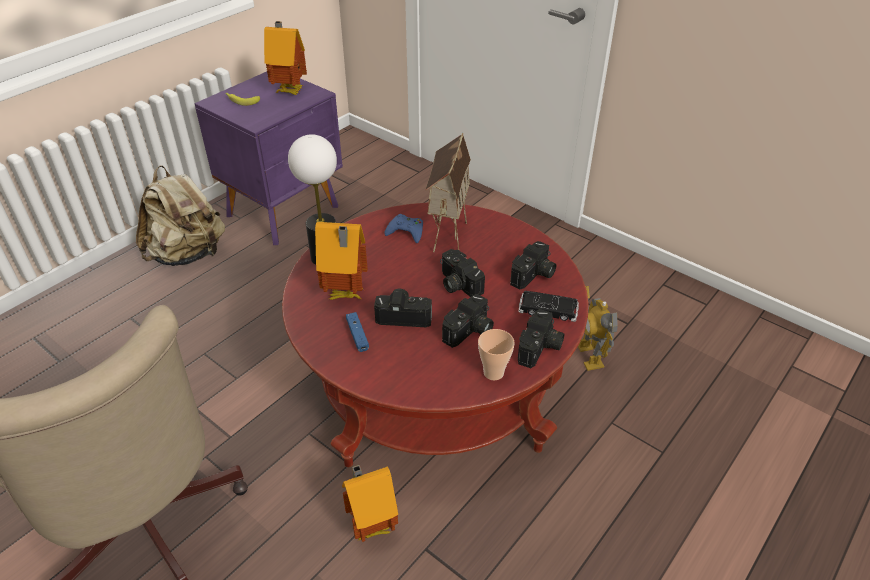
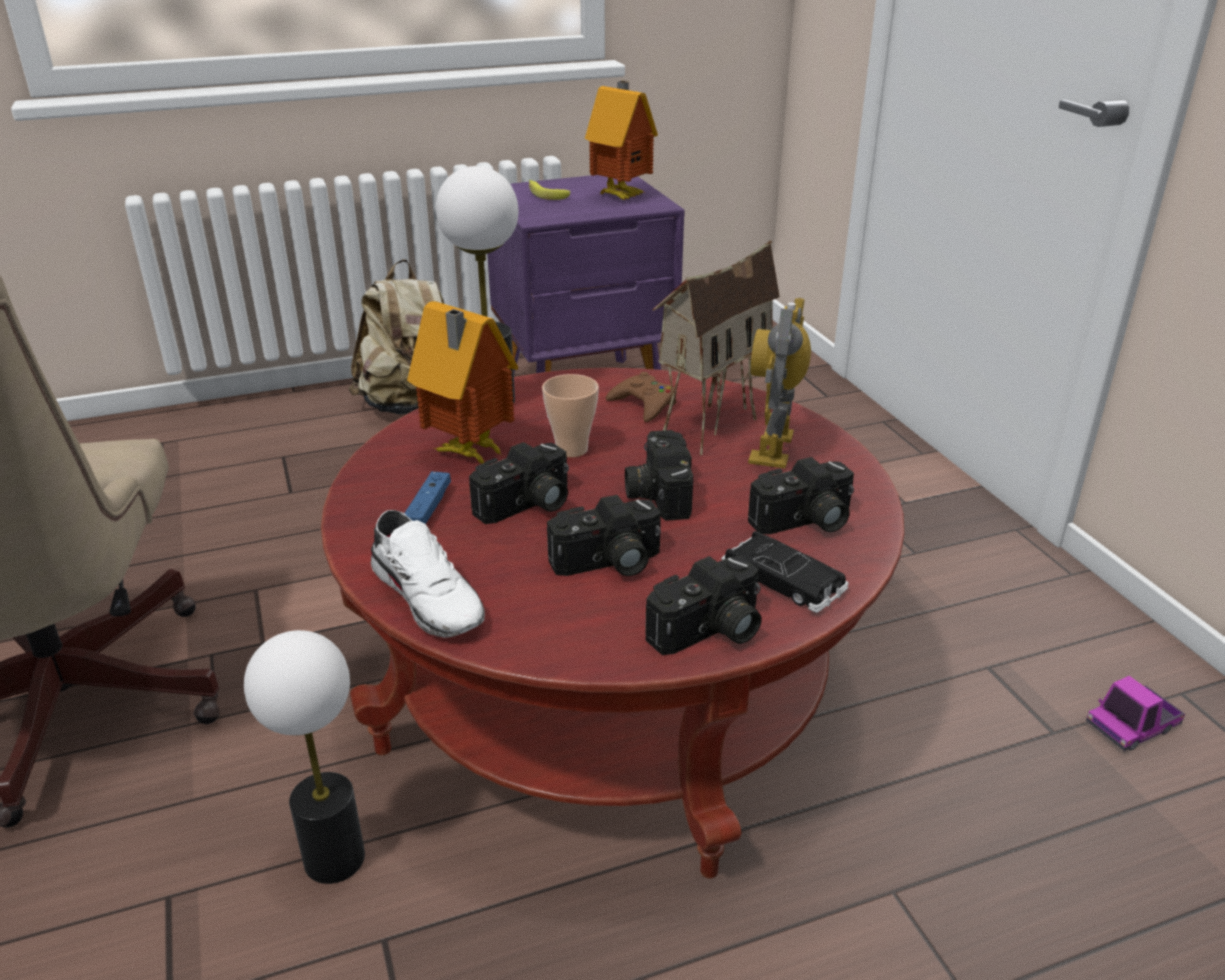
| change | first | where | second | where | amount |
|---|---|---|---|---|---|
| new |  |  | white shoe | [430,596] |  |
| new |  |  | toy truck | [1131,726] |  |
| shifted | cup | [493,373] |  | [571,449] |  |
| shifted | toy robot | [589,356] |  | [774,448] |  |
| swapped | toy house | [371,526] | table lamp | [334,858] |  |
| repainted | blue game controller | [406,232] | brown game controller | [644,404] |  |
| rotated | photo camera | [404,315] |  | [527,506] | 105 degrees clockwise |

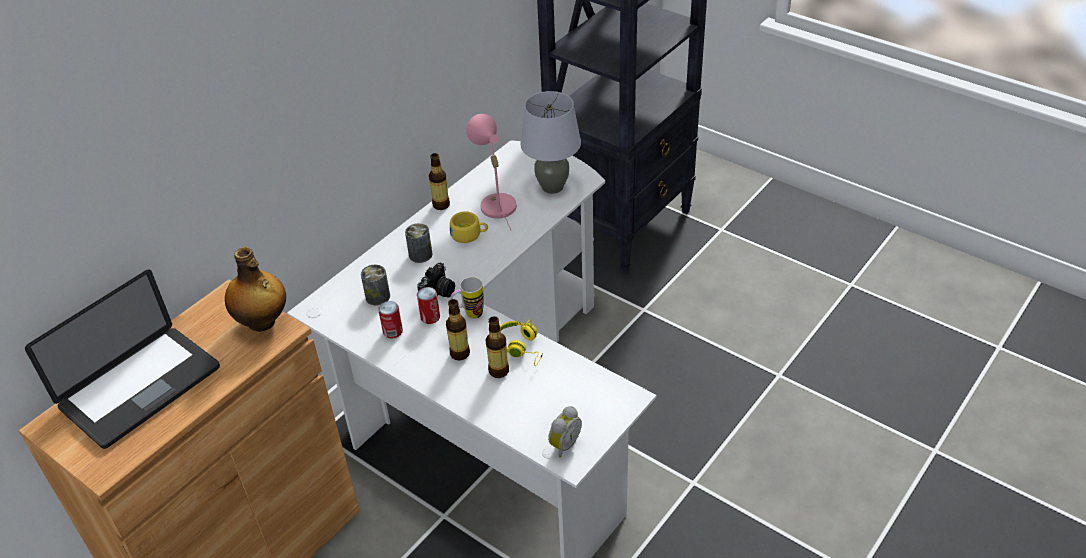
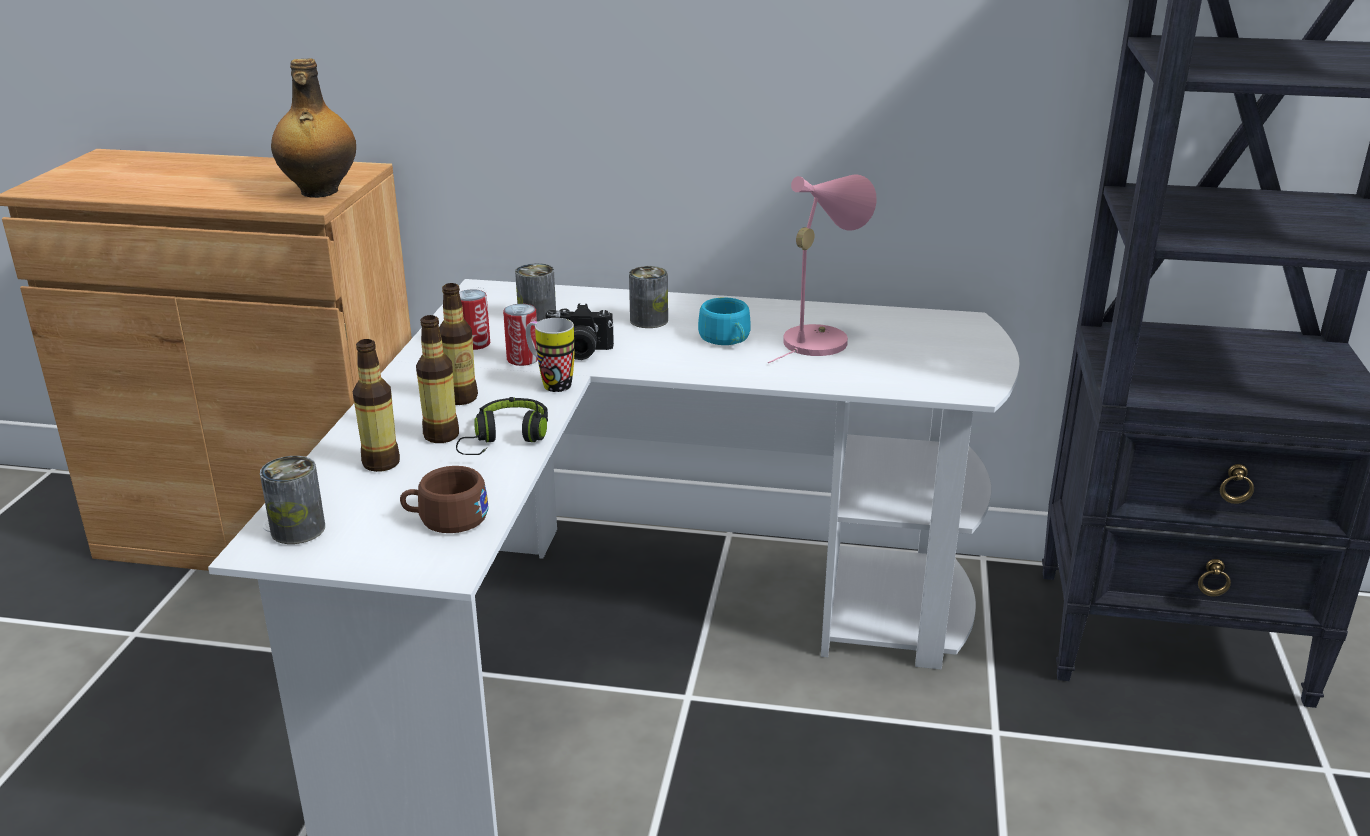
| change | first | where | second | where | amount |
|---|---|---|---|---|---|
| gone | laptop | [140,388] |  |  |  |
| gone | grey table lamp | [552,187] |  |  |  |
| new |  |  | brown cup | [446,519] |  |
| shifted | bottle | [441,205] |  | [381,463] |  |
| swapped | alarm clock | [563,444] | can | [298,529] |  |
| repainted | yellow cup | [469,235] | turquoise cup | [727,339] |  |
| repainted | yellow headphones | [520,347] | black headphones | [506,439] |  |

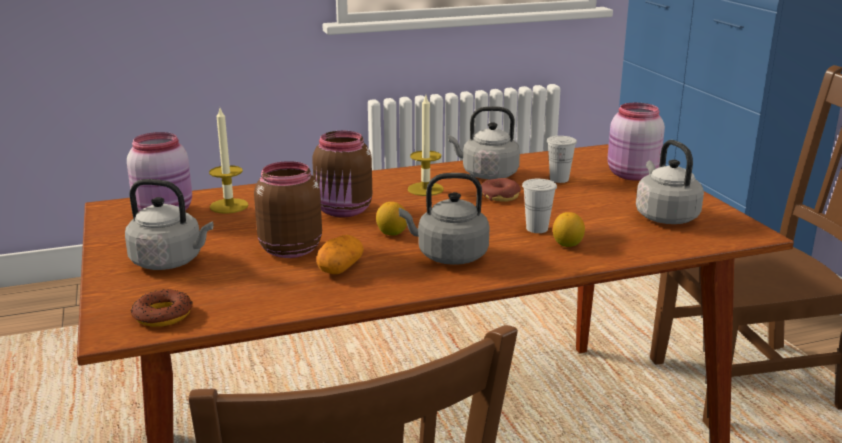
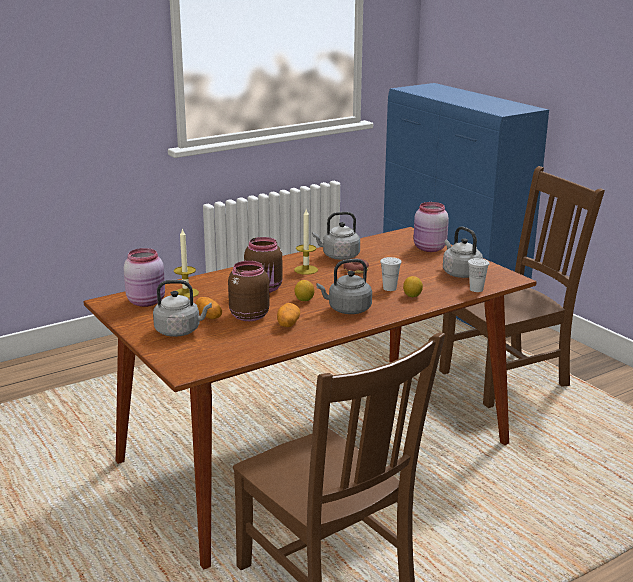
| change | first | where | second | where | amount |
|---|---|---|---|---|---|
| gone | donut | [163,315] |  |  |  |
| new |  |  | potato | [209,316] |  |
| shifted | white cup | [559,179] |  | [476,289] |  |

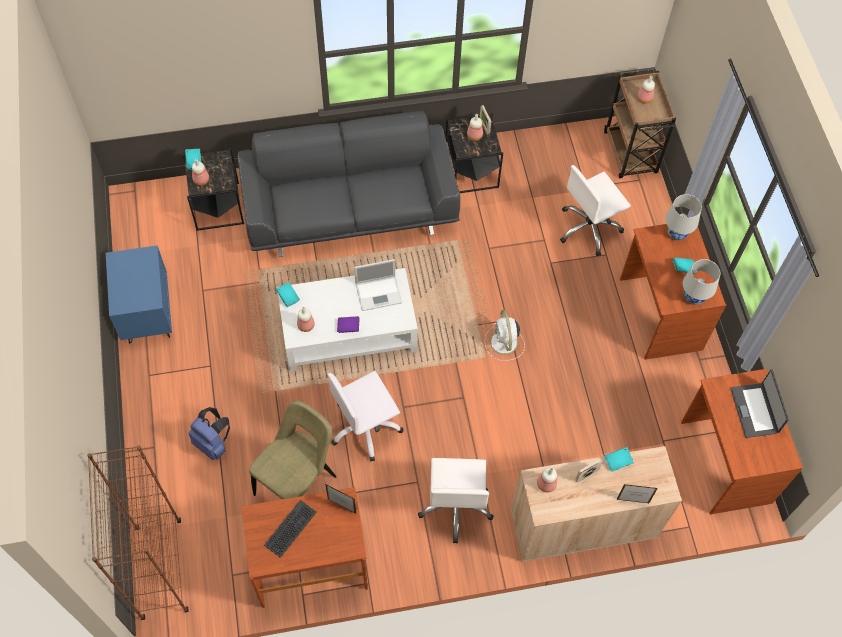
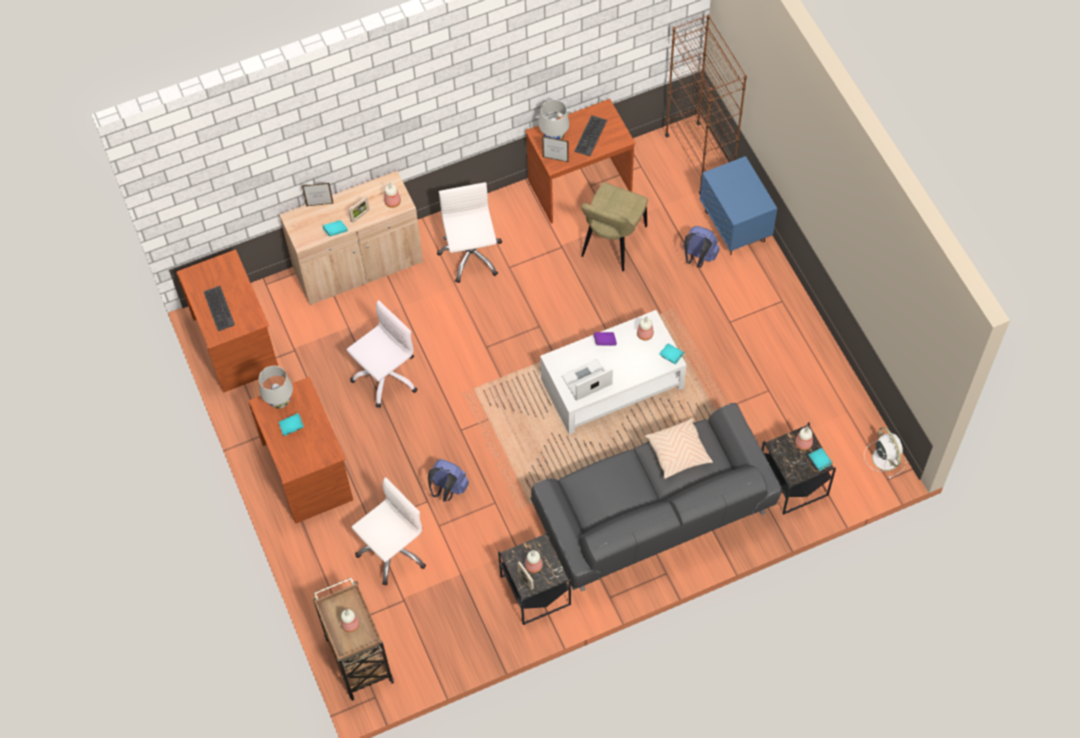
| change | first | where | second | where | amount |
|---|---|---|---|---|---|
| new |  |  | blue backpack | [448,489] |  |
| new |  |  | beige pillow | [678,453] |  |
| shifted | blue nightstand | [147,314] |  | [735,227] |  |
| shifted | white office chair | [365,427] |  | [386,376] |  |
| shifted | white fan | [504,343] |  | [885,457] |  |
| shifted | white table lamp | [676,233] |  | [554,137] |  |
| swapped | laptop | [755,410] | keyboard | [218,308] |  |

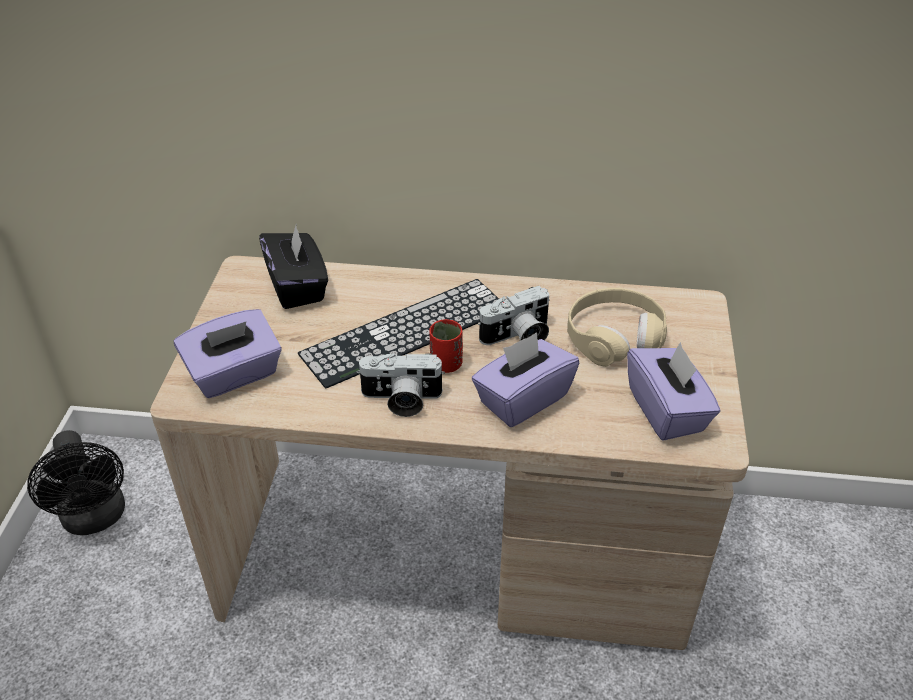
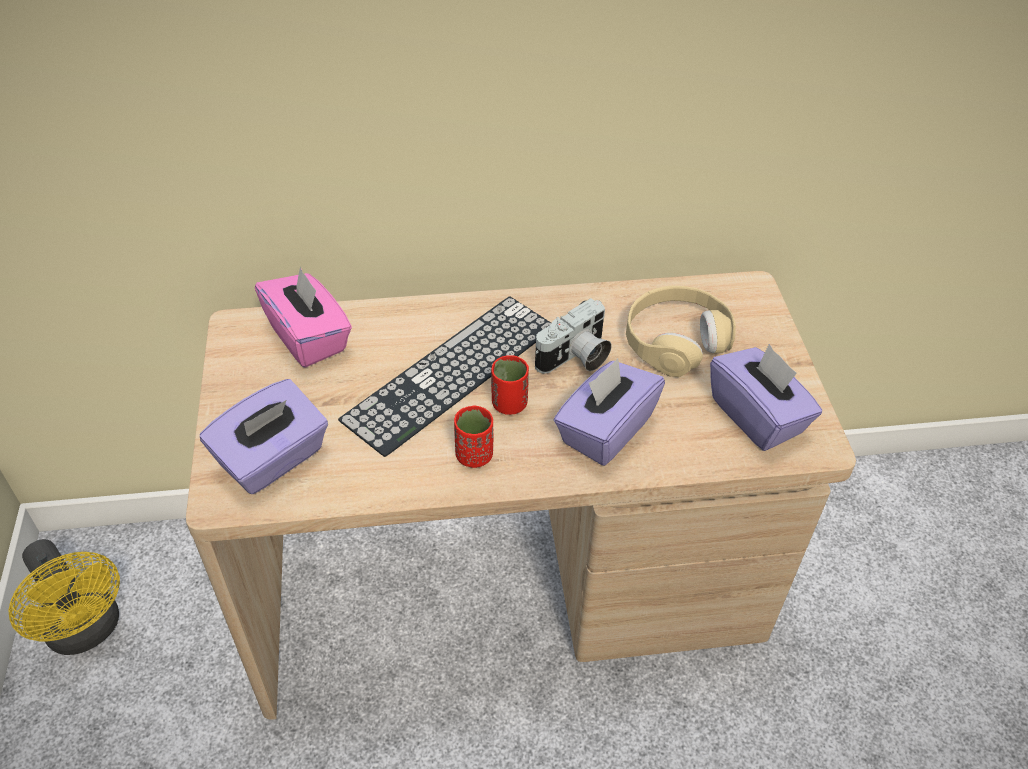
| change | first | where | second | where | amount |
|---|---|---|---|---|---|
| swapped | photo camera | [401,400] | red cup | [474,455] |  |
| repainted | black fan | [95,519] | yellow fan | [87,631] |  |
| repainted | black tissue box | [297,286] | pink tissue box | [309,337] |  |

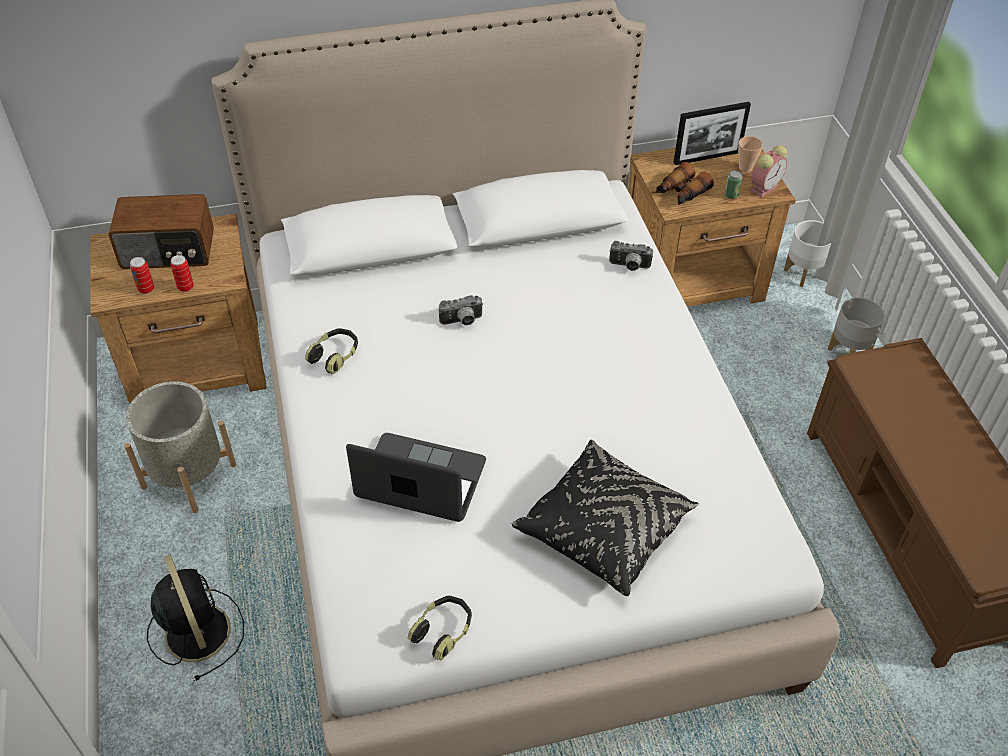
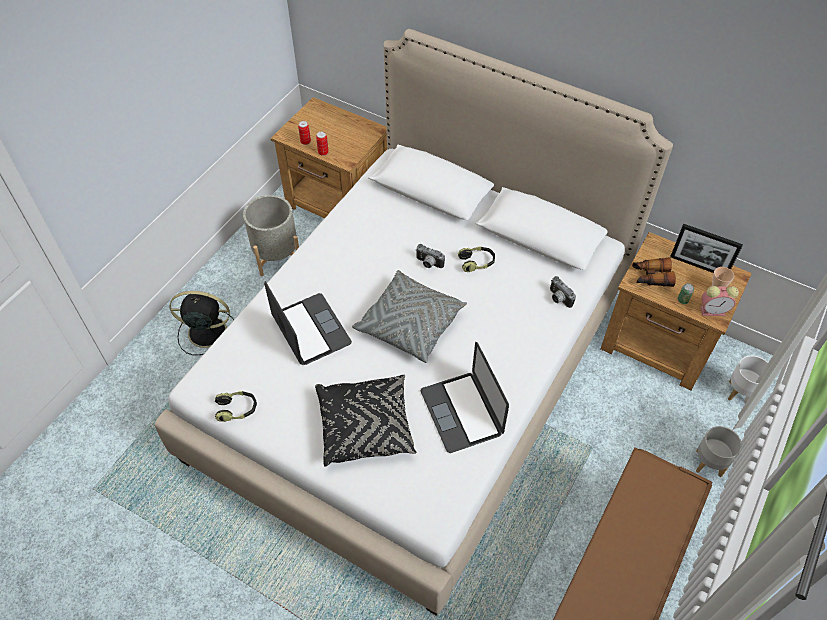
| change | first | where | second | where | amount |
|---|---|---|---|---|---|
| gone | radio | [168,251] |  |  |  |
| new |  |  | grey pillow | [410,324] |  |
| new |  |  | laptop | [461,412] |  |
| shifted | headphones | [335,356] |  | [476,262] |  |
| rotated | black fan | [196,630] |  | [205,331] | 105 degrees counterclockwise |

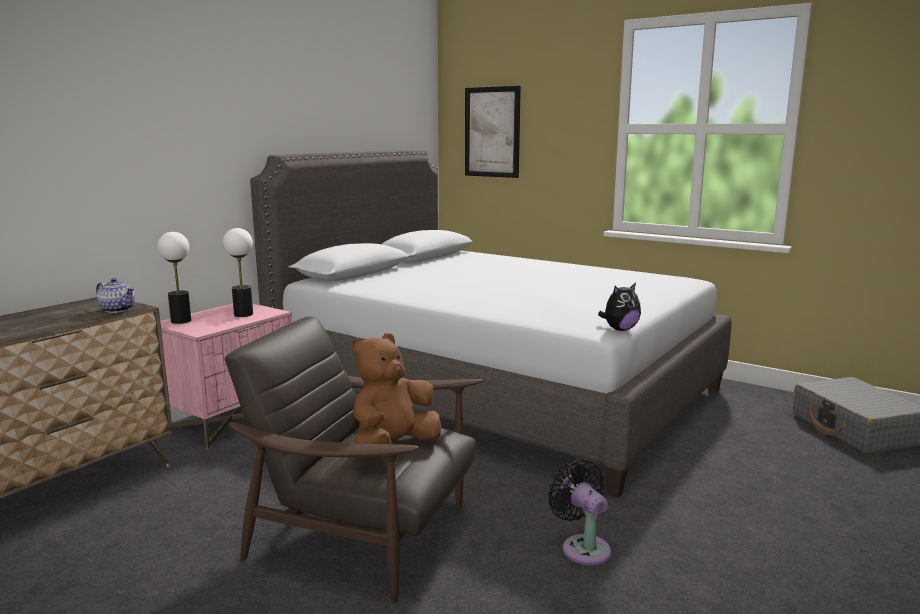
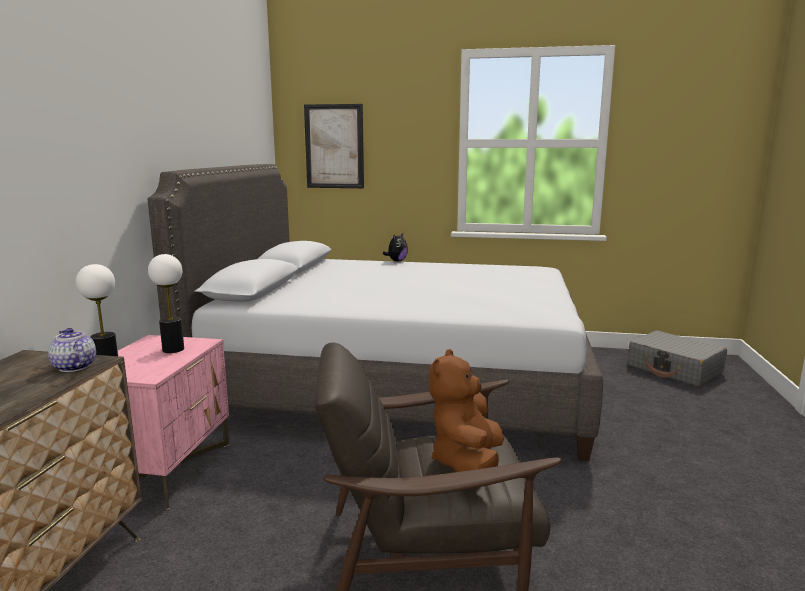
| change | first | where | second | where | amount |
|---|---|---|---|---|---|
| gone | black fan | [583,547] |  |  |  |
| shifted | plush toy | [620,329] |  | [396,261] |  |
| rotated | teapot | [117,309] |  | [74,367] | 135 degrees counterclockwise |

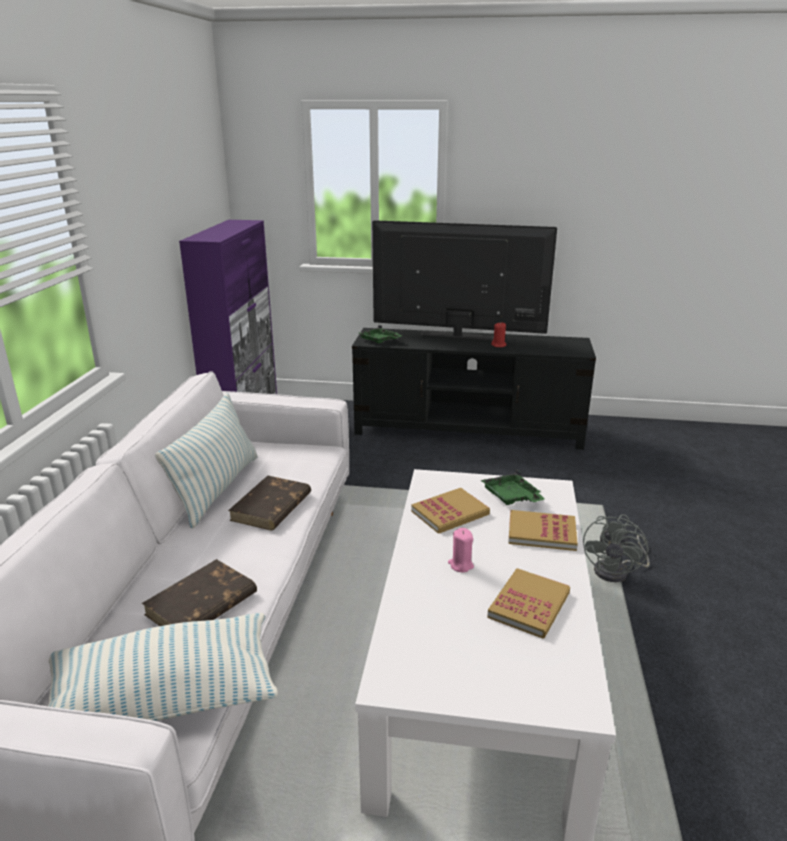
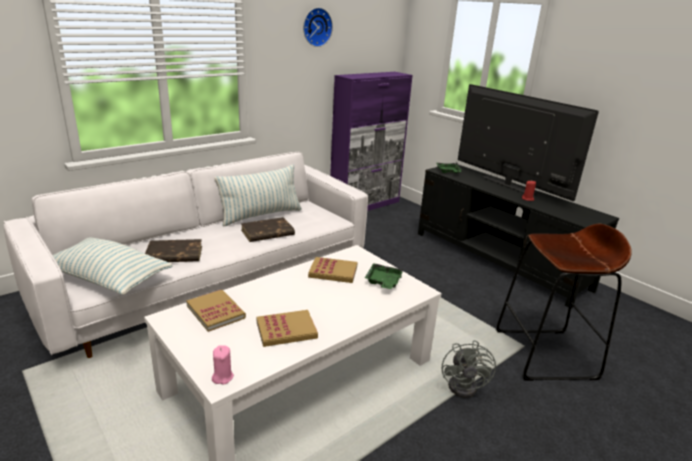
| change | first | where | second | where | amount |
|---|---|---|---|---|---|
| new |  |  | wall clock | [316,27] |  |
| new |  |  | brown stool | [545,354] |  |
| shifted | pink candle | [461,565] |  | [222,377] |  |
| shifted | book | [541,532] |  | [215,312] |  |
| rotated | grey fan | [617,572] |  | [466,385] | 60 degrees counterclockwise |

